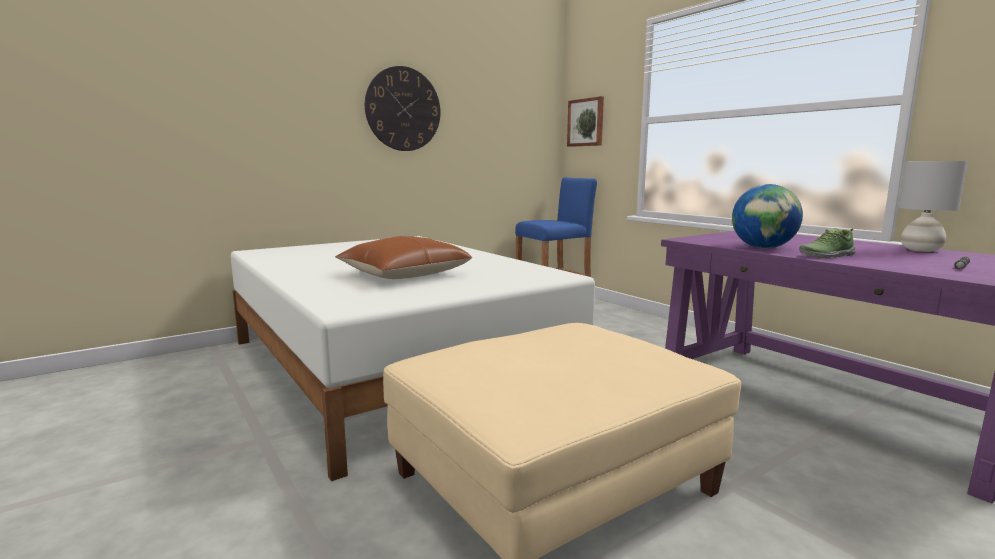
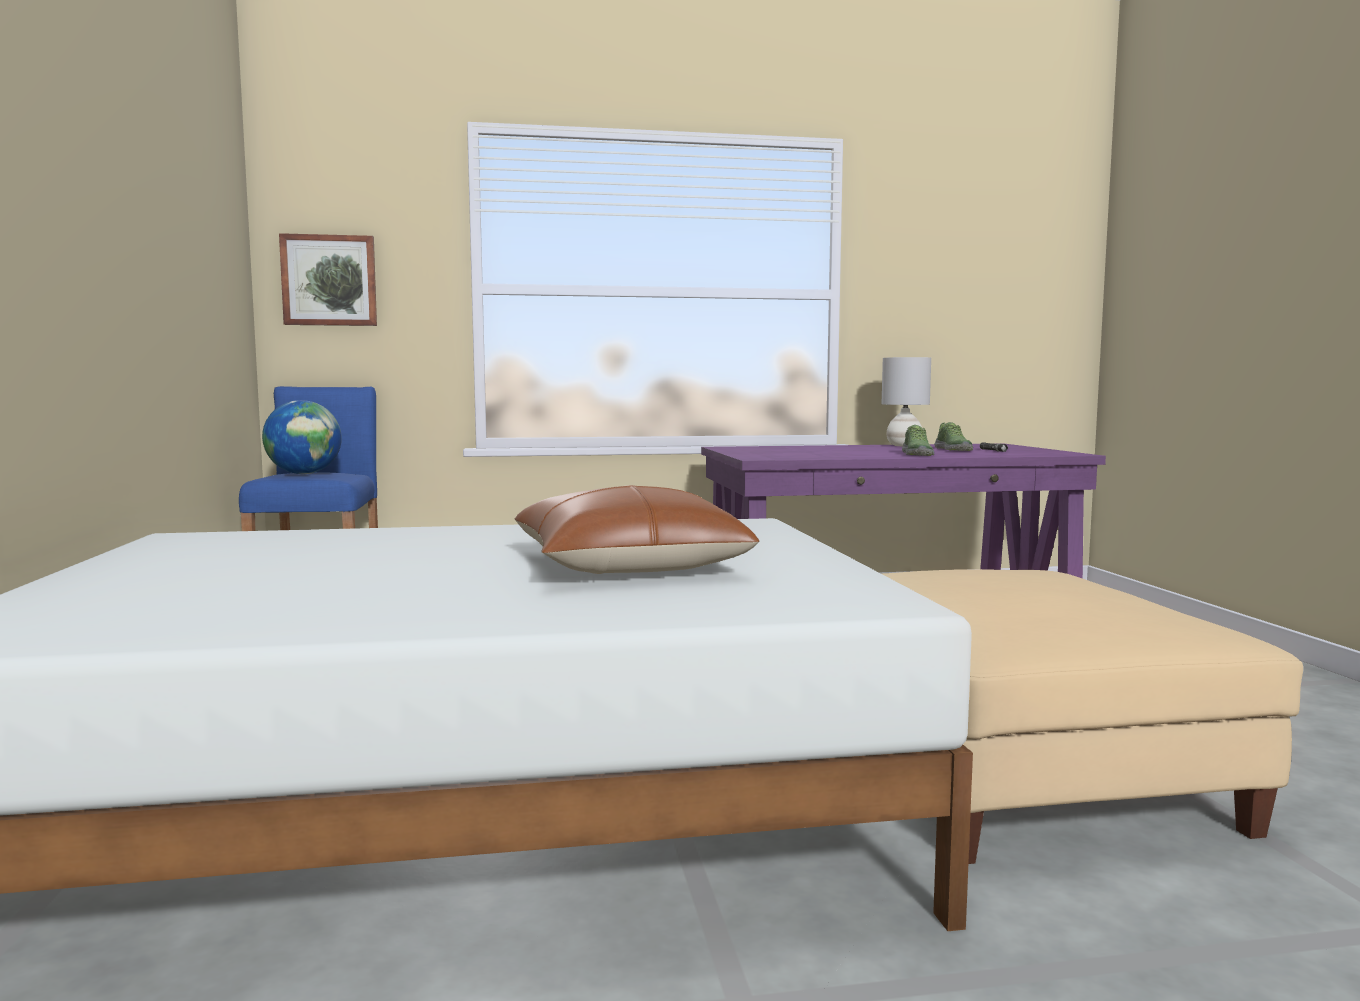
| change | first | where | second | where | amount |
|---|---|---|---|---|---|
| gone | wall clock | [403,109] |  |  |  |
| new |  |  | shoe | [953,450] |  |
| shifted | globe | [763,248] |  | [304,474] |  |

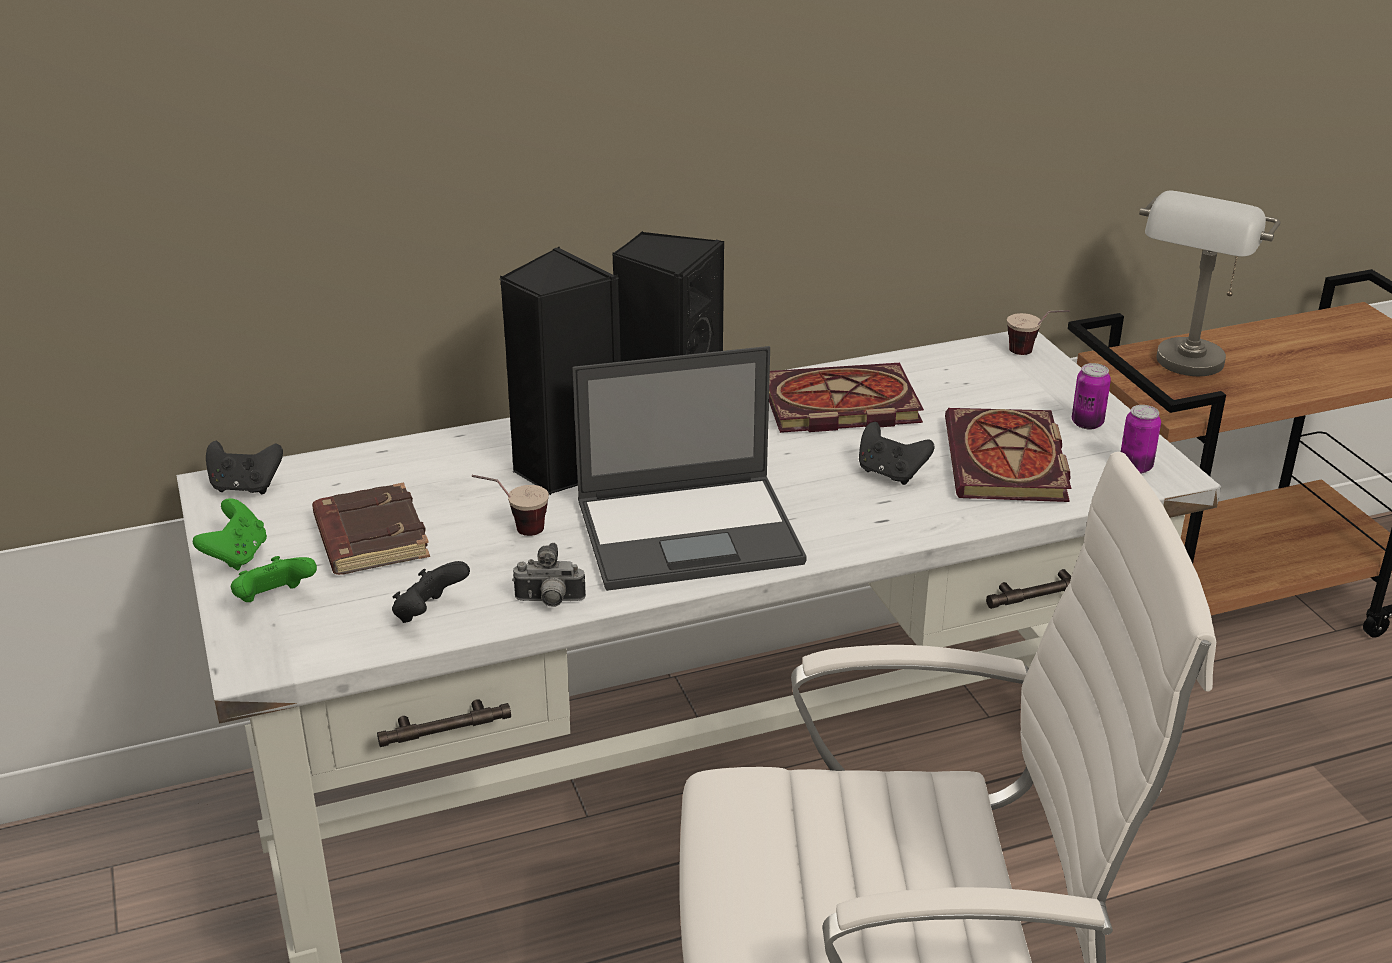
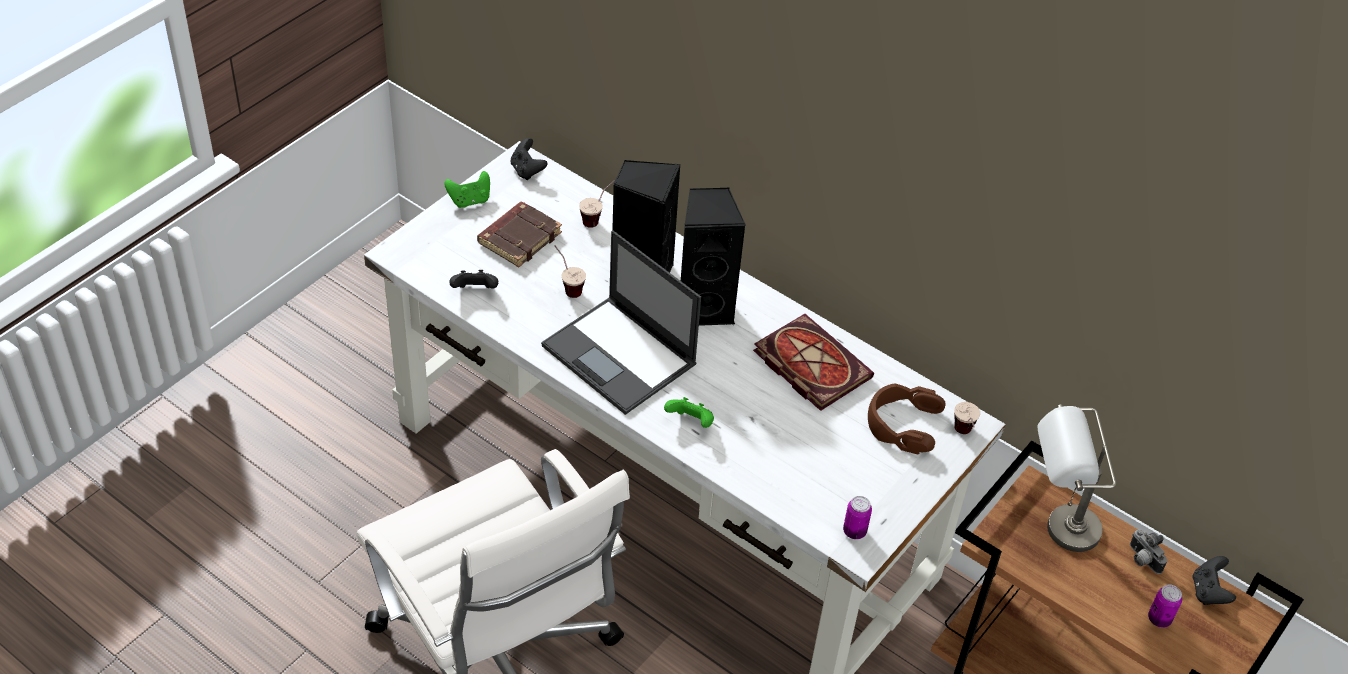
| change | first | where | second | where | amount |
|---|---|---|---|---|---|
| gone | book | [1009,463] |  |  |  |
| new |  |  | cup | [597,218] |  |
| new |  |  | brown headphones | [902,424] |  |
| shifted | green game controller | [274,600] |  | [690,422] |  |
| shifted | photo camera | [549,602] |  | [1142,560] |  |
| shifted | black game controller | [890,473] |  | [1208,592] |  |
| shifted | can | [1087,423] |  | [1159,619] |  |

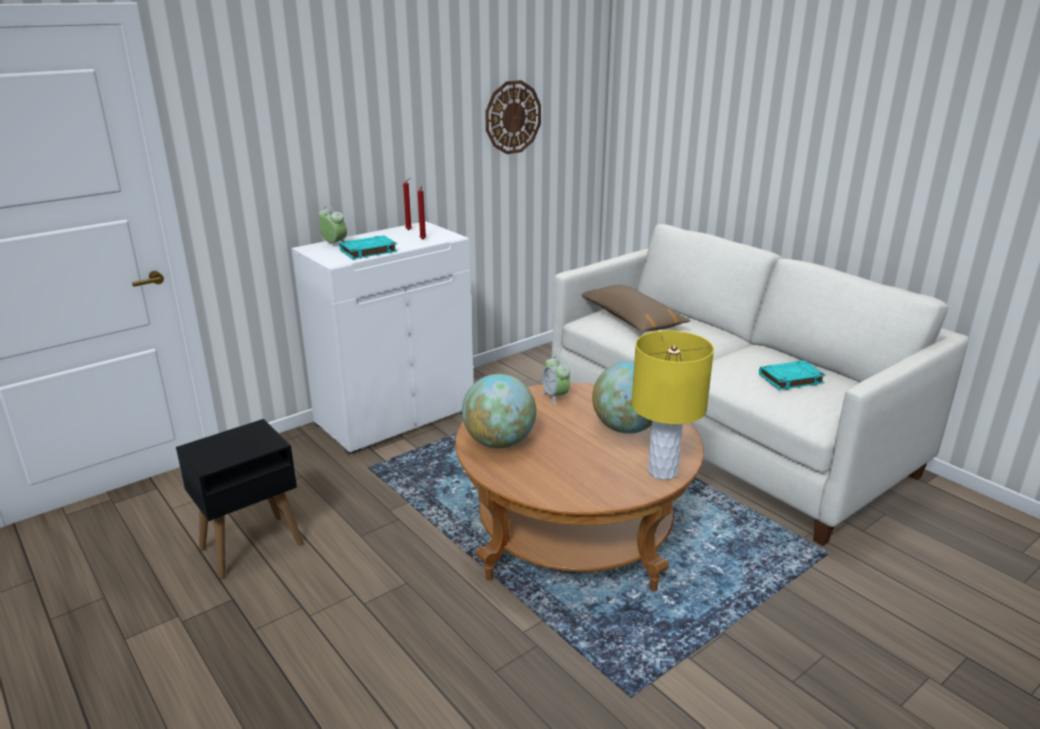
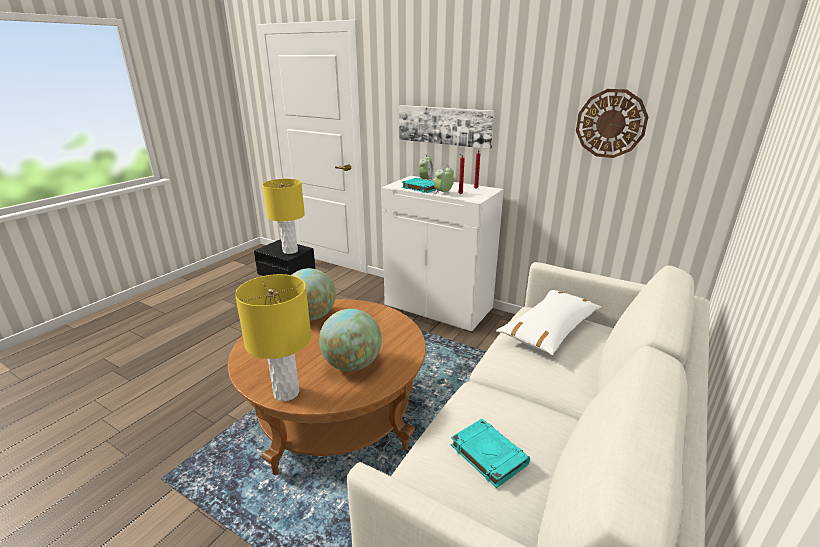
| change | first | where | second | where | amount |
|---|---|---|---|---|---|
| new |  |  | yellow table lamp | [290,251] |  |
| new |  |  | picture | [445,125] |  |
| shifted | alarm clock | [555,397] |  | [443,193] |  |
| repainted | brown pillow | [631,319] | white pillow | [550,329] |  |

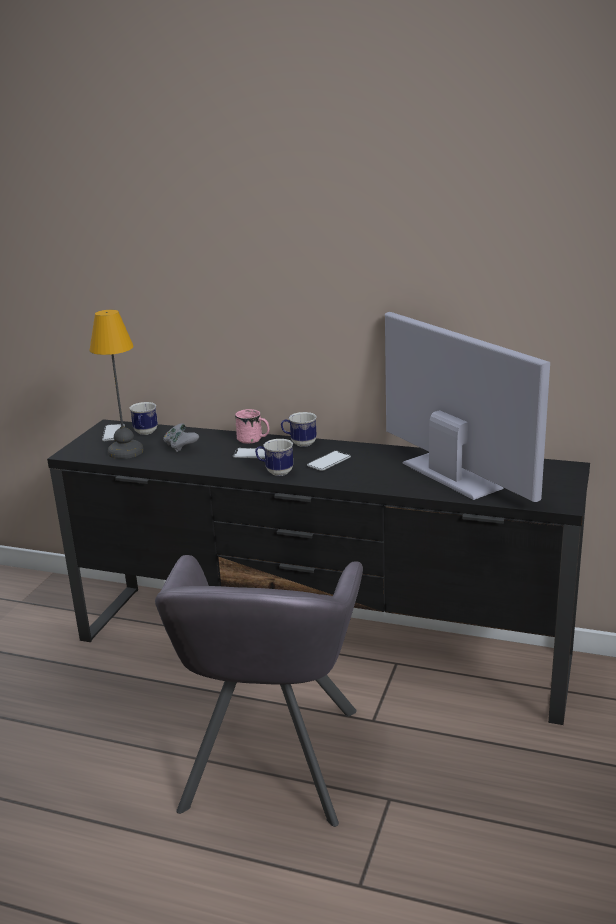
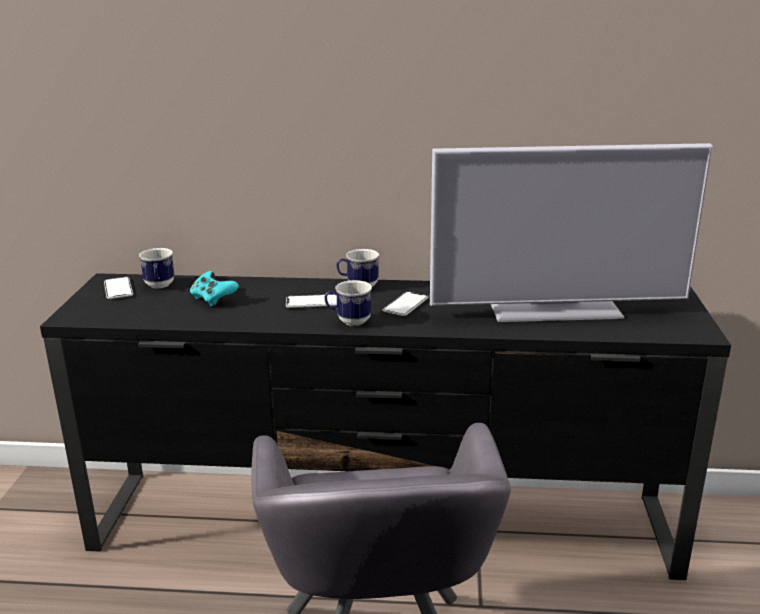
| change | first | where | second | where | amount |
|---|---|---|---|---|---|
| gone | table lamp | [126,452] |  |  |  |
| gone | pink mug | [253,440] |  |  |  |
| repainted | grey game controller | [180,446] | turquoise game controller | [213,299] |  |
| rotated | television | [451,475] |  | [555,310] | 135 degrees clockwise |

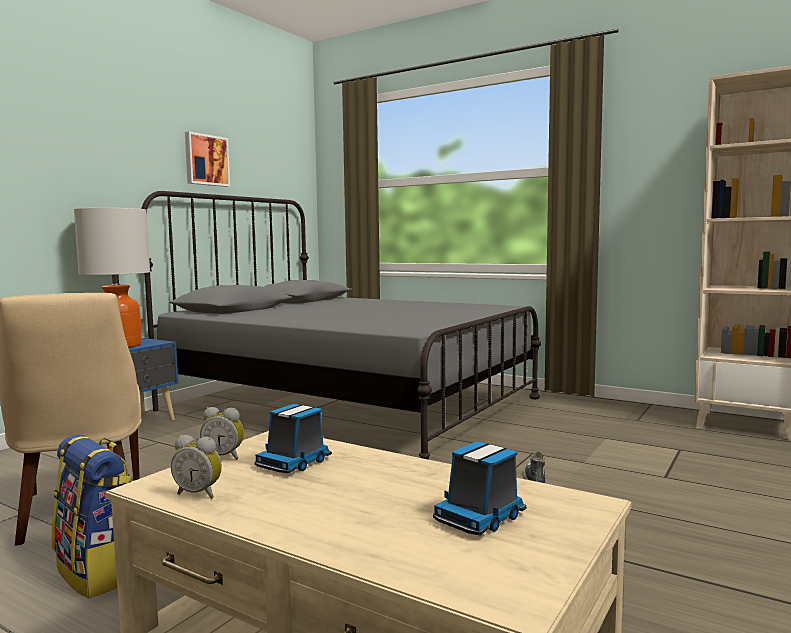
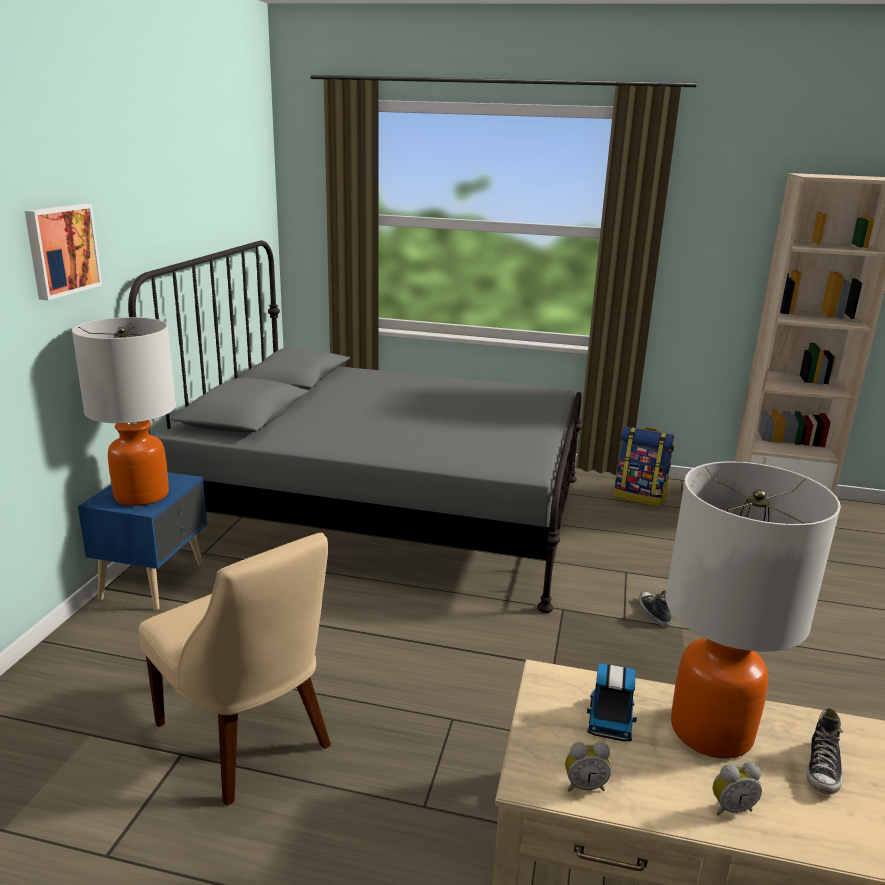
| change | first | where | second | where | amount |
|---|---|---|---|---|---|
| new |  |  | table lamp | [710,731] |  |
| shifted | backpack | [100,572] |  | [640,496] |  |
| shifted | picture | [206,160] |  | [61,250] |  |
| shifted | alarm clock | [224,457] |  | [730,807] |  |
| swapped | toy truck | [480,517] | shoe | [823,769] |  |

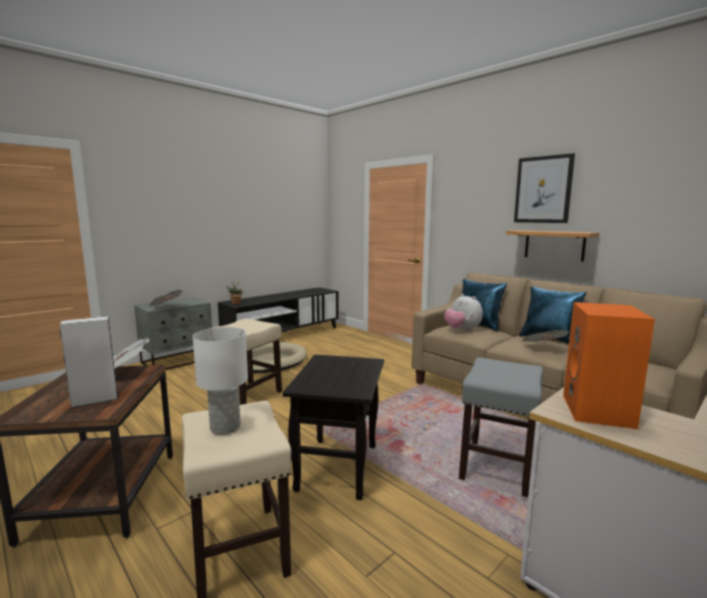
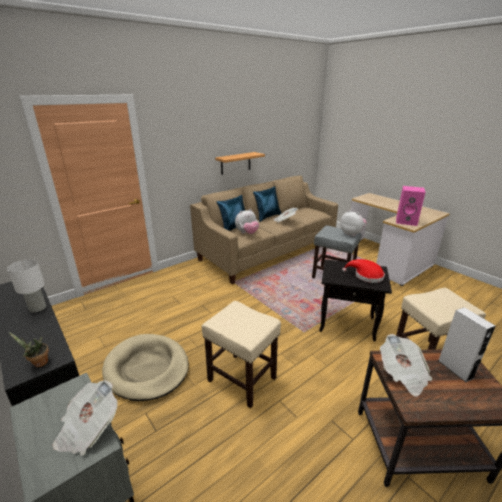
| change | first | where | second | where | amount |
|---|---|---|---|---|---|
| gone | picture | [543,190] |  |  |  |
| new |  |  | plush toy | [352,234] |  |
| new |  |  | red hat | [366,276] |  |
| shifted | white table lamp | [226,427] |  | [38,308] |  |
| repainted | orange speaker | [599,412] | pink speaker | [407,221] |  |

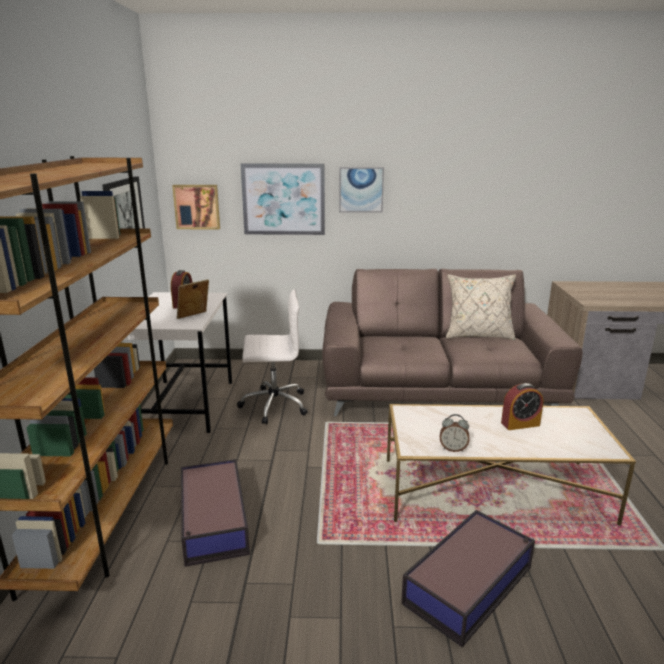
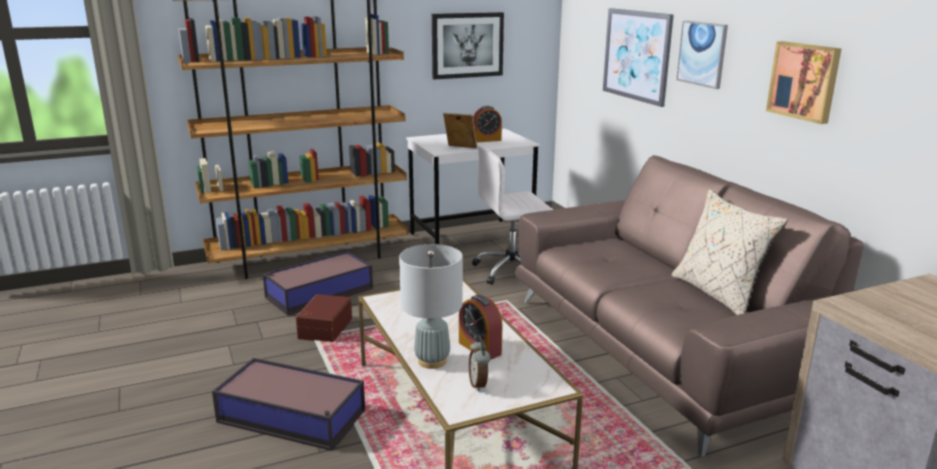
| change | first | where | second | where | amount |
|---|---|---|---|---|---|
| new |  |  | brown storage box | [324,328] |  |
| new |  |  | grey table lamp | [432,361] |  |
| shifted | picture | [197,206] |  | [804,81] |  |
| shifted | alarm clock | [453,449] |  | [479,384] |  |
| rotated | white office chair | [273,405] |  | [513,270] | 105 degrees clockwise |

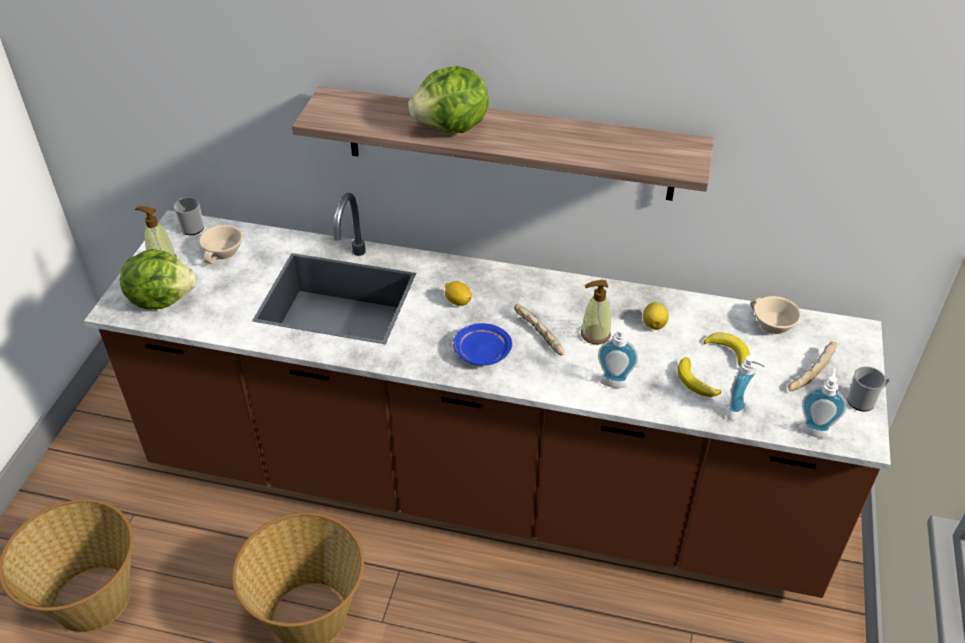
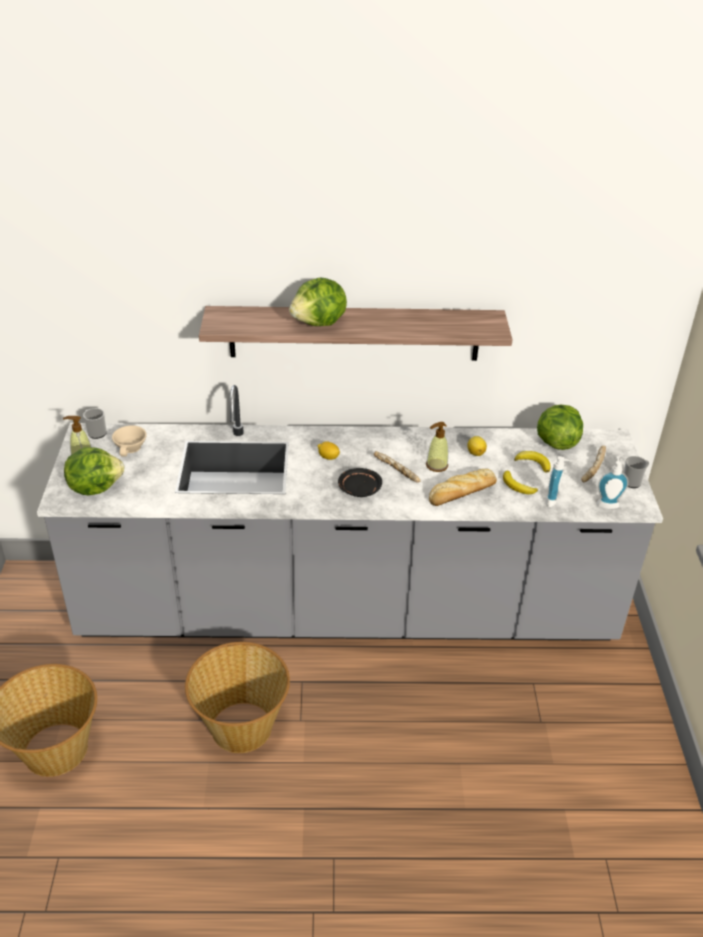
| change | first | where | second | where | amount |
|---|---|---|---|---|---|
| swapped | soap dispenser | [614,380] | bread | [461,493] |  |
| swapped | beige cup | [771,325] | lettuce | [556,442] |  |
| repainted | brown counter | [482,488] | grey counter | [347,612] |  |
| repainted | blue plate | [481,352] | black plate | [359,489] |  |

